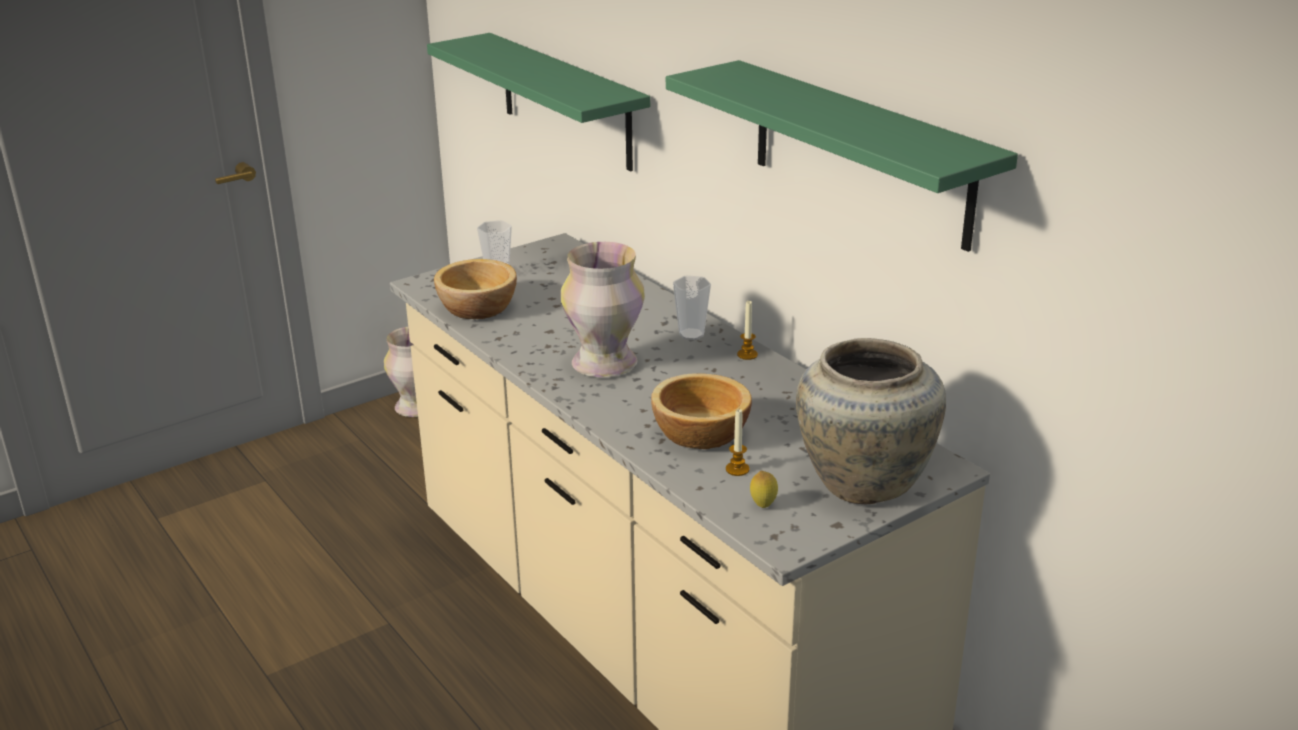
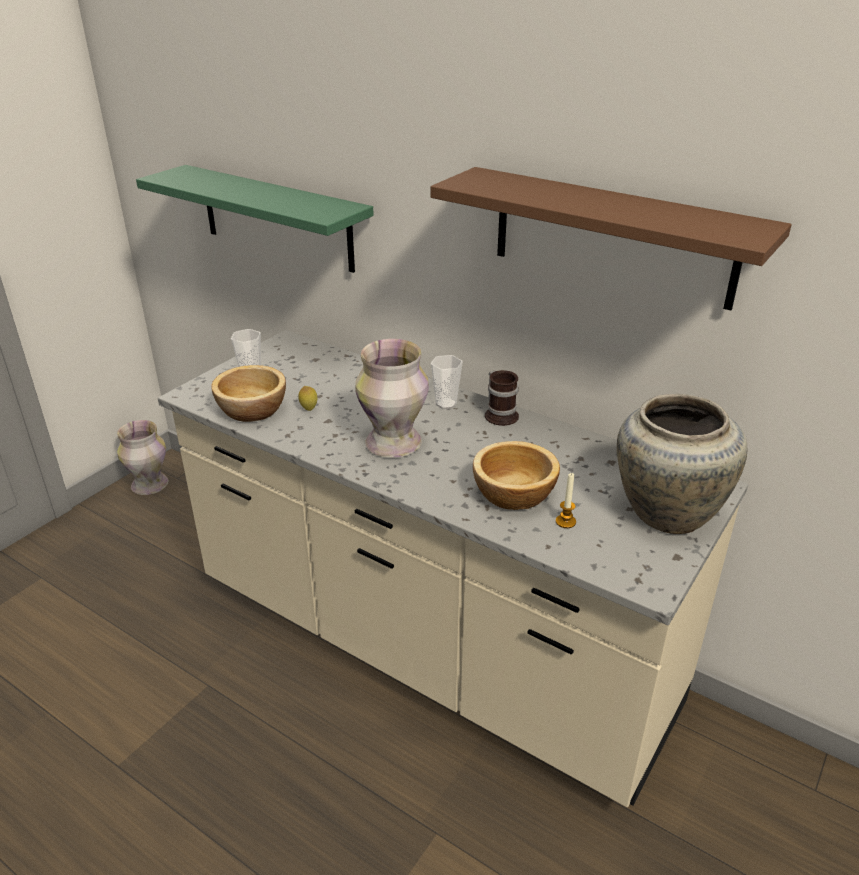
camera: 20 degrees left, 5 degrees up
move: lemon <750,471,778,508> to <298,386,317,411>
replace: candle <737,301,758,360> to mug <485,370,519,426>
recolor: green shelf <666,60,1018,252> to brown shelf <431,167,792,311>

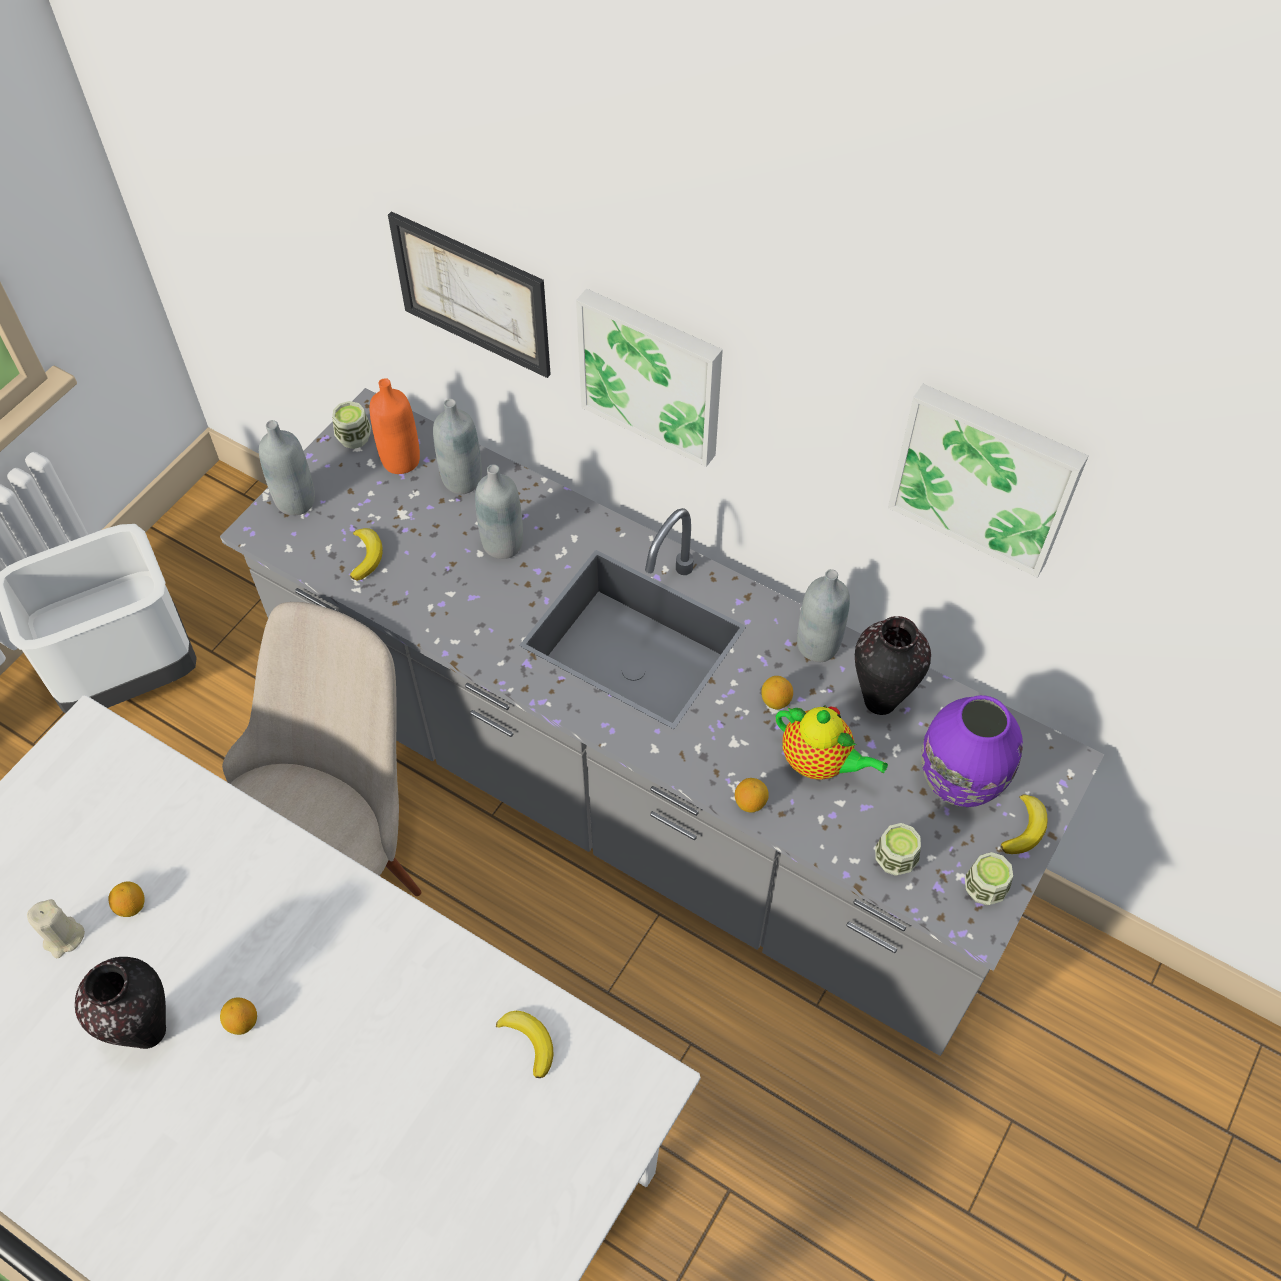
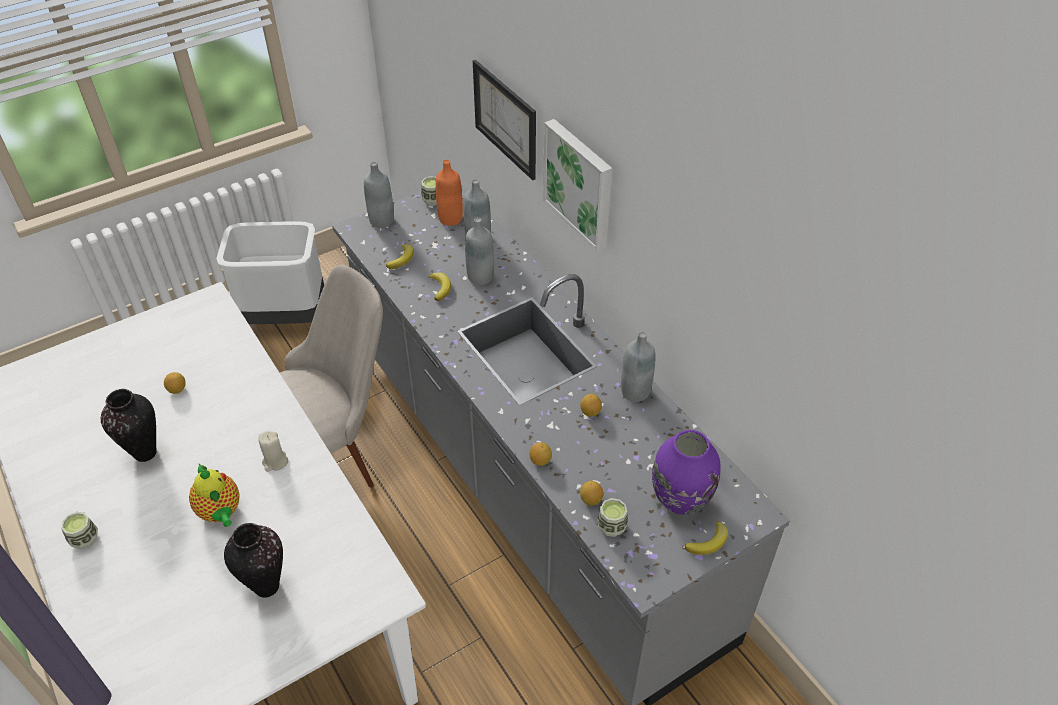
camera: 25 degrees right, 10 degrees down
delete: picture <888,384,1089,578>
move: vase <855,616,931,715> to <224,523,283,598>; teapot <776,705,888,780> to <189,464,240,527>; cup <964,852,1013,905> to <61,512,98,549>; beige candle <27,899,85,958> to <258,431,288,472>; lemon <220,997,257,1035> to <580,481,603,506>; banana <496,1011,553,1078> to <428,272,451,301>

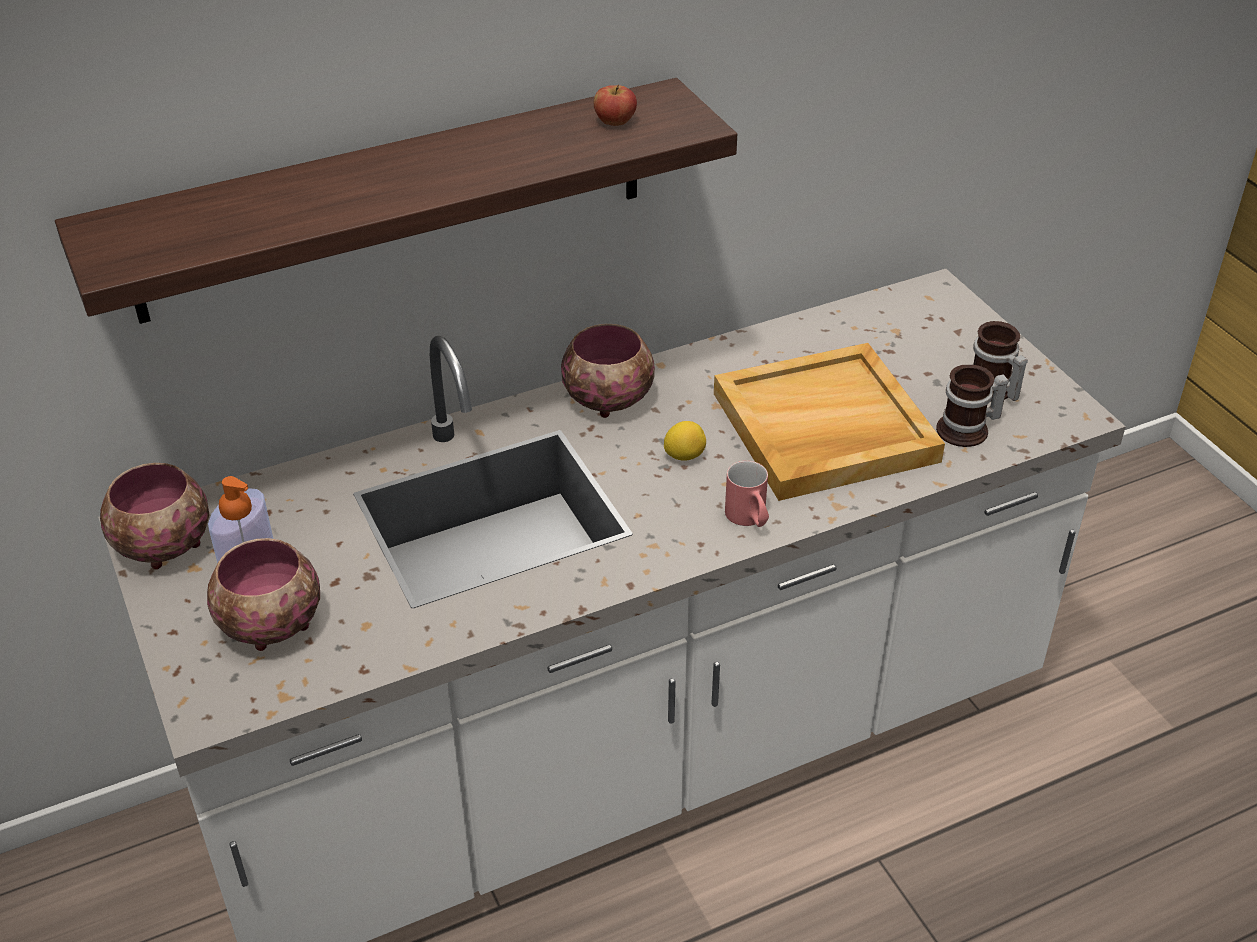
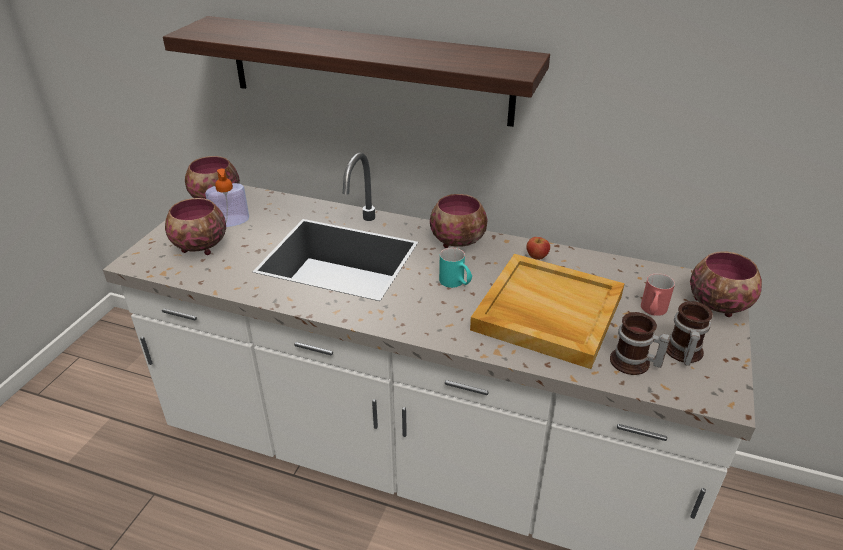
camera: 45 degrees right, 5 degrees down
insert: bowl <690,251,762,317>
move: apple <594,84,637,126> to <526,237,550,260>; red mug <725,461,769,527> to <641,273,675,316>
replace: lemon <664,421,706,461> to turquoise mug <439,248,472,288>

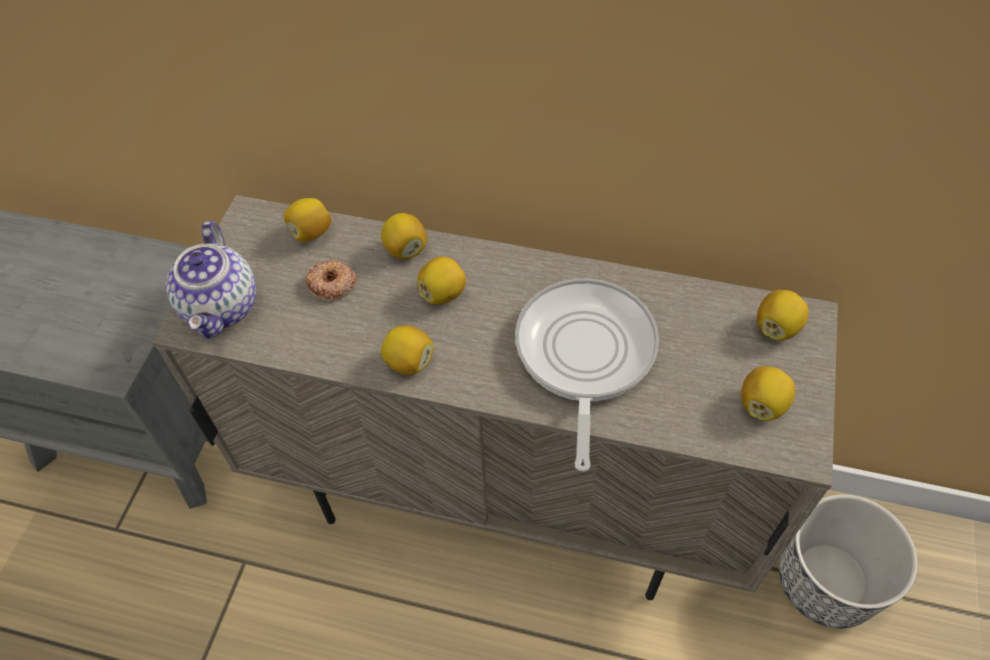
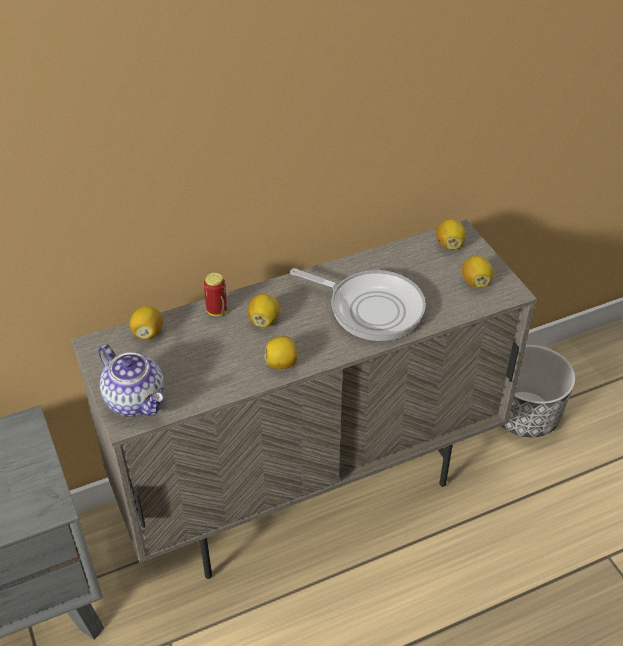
camera: 40 degrees left, 10 degrees down
delete: donut <306,260,356,301>
replace: lemon <381,213,427,259> to can <204,273,227,316>
rotate: frying pan <515,279,659,472> = <290,268,426,341> 150 degrees clockwise

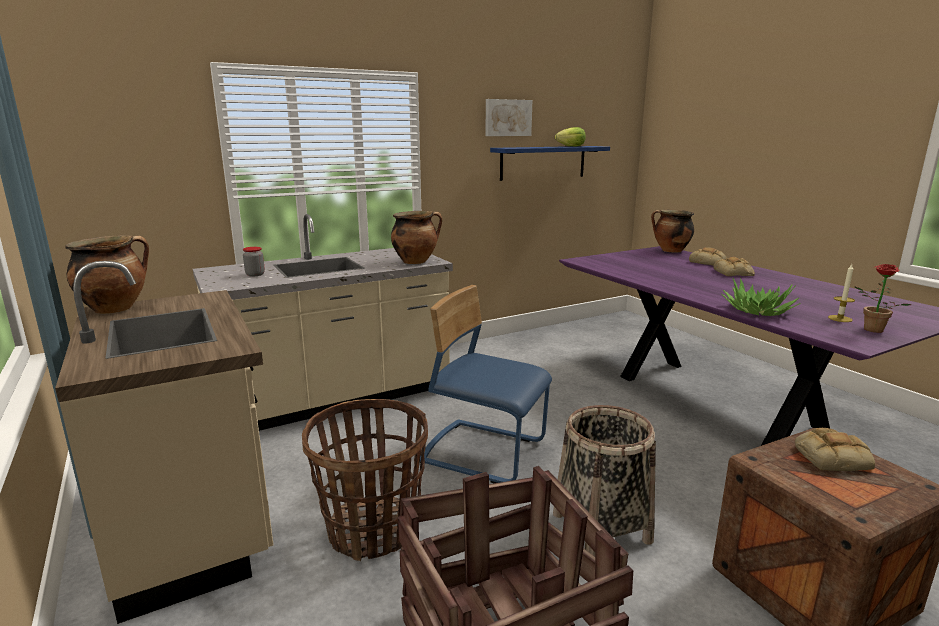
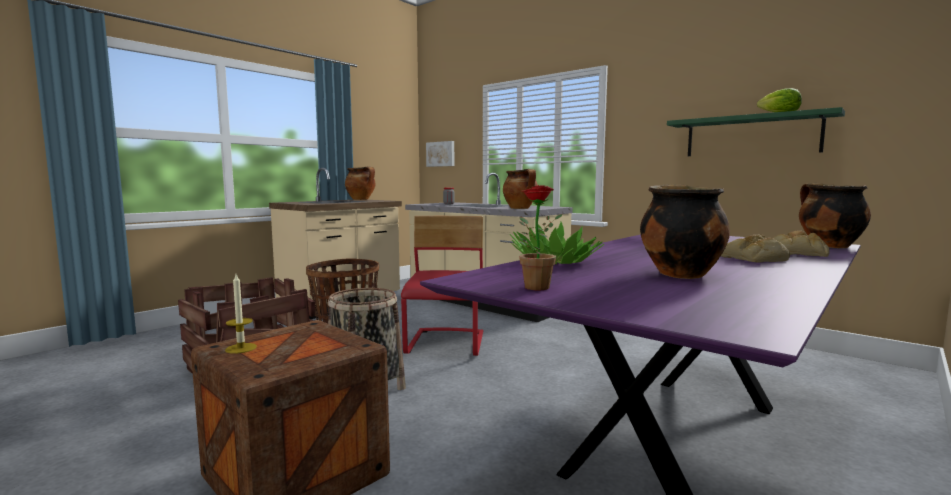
camera: 70 degrees right, 10 degrees down
delete: bread <795,428,875,471>
insert: cooking pot <640,184,730,279>
move: picture <485,99,532,136> to <426,141,454,167>; candle <828,264,855,322> to <225,274,257,354>
recolor: blue shelf <490,146,610,181> to green shelf <667,107,845,156>; blue chair <420,285,552,483> to red chair <401,216,483,356>

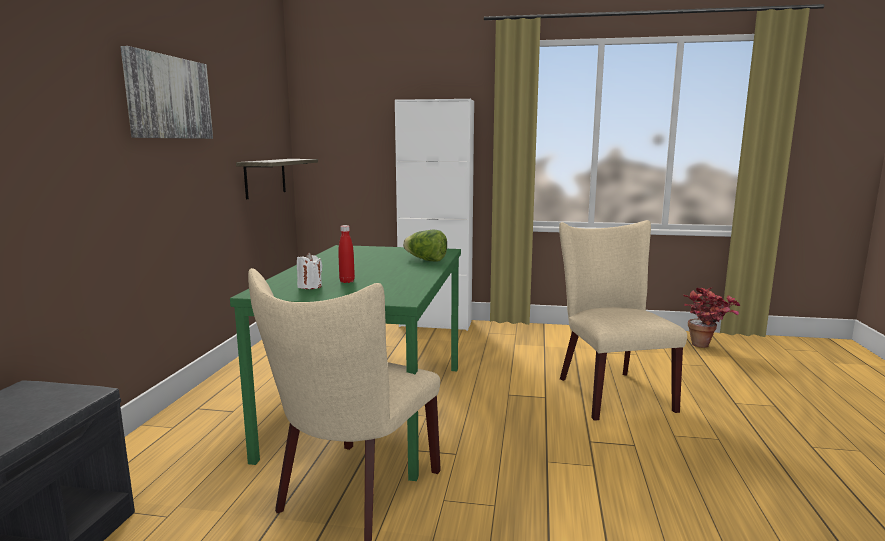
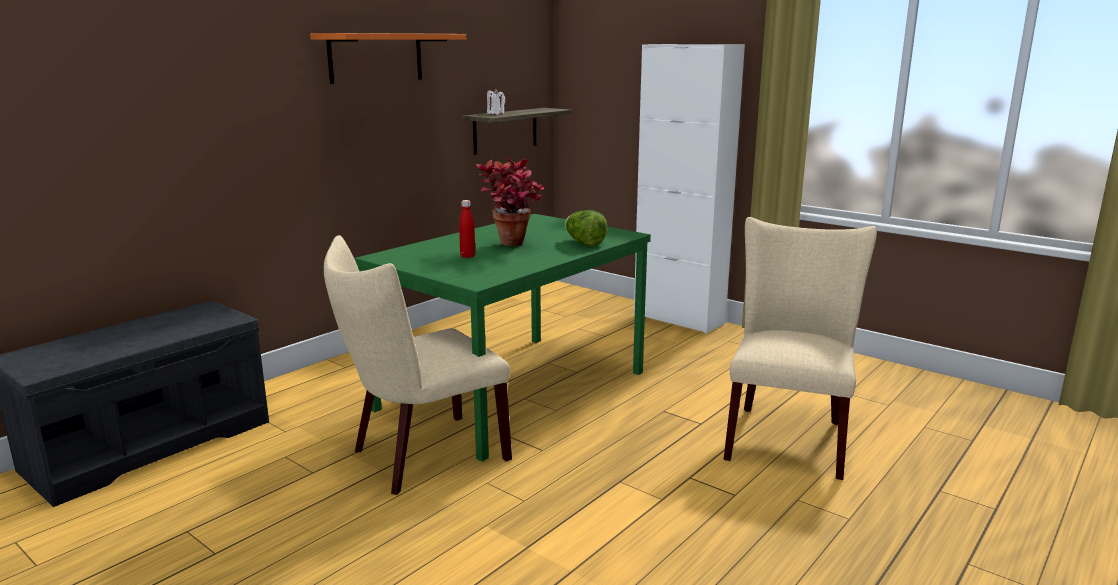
camera: 30 degrees right, 5 degrees up
move: white candle <297,253,322,289> to <487,88,505,114>; potted plant <684,287,740,348> to <476,157,548,246>
replace: picture <120,46,213,139> to orange shelf <310,33,466,84>

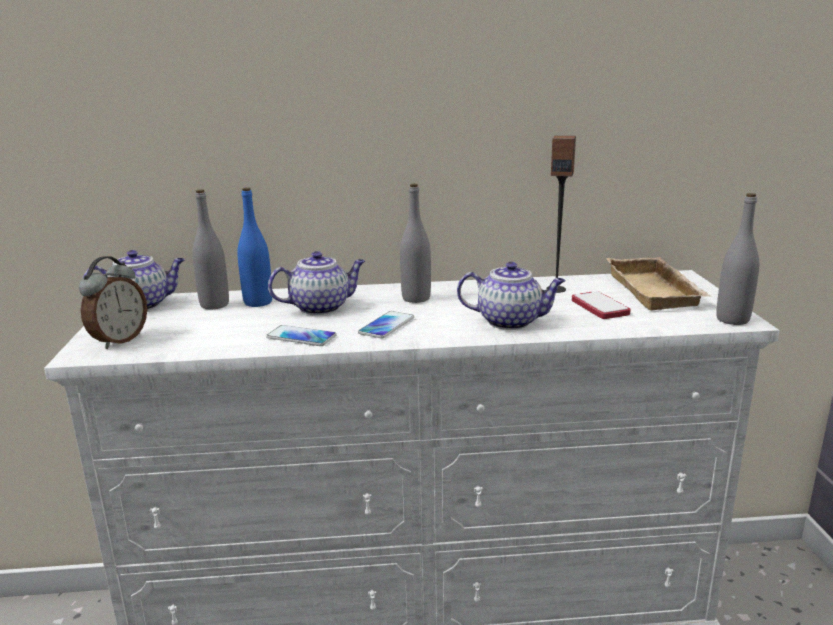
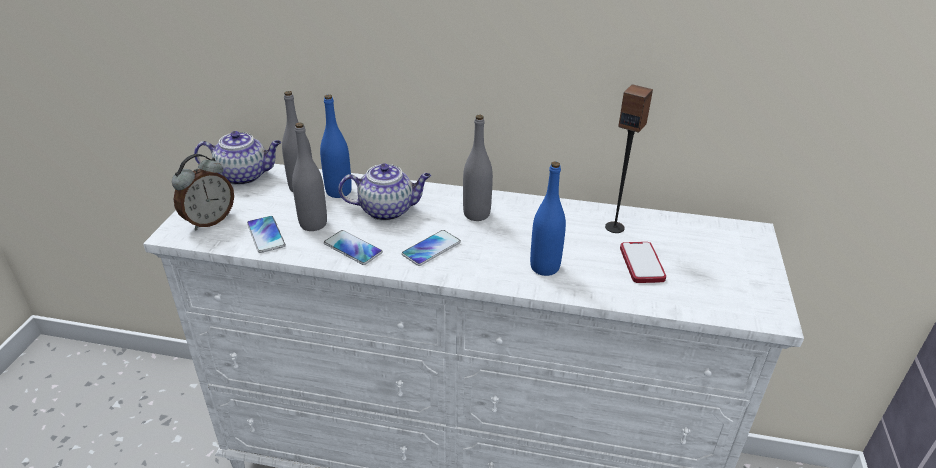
camera: 15 degrees right, 15 degrees up
delete: beige tray <606,257,710,311>
insert: phone <247,216,286,253>
move: grey bottle <716,193,759,325> to <292,122,327,231>
replace: teapot <457,262,566,330> to blue bottle <530,162,566,276>

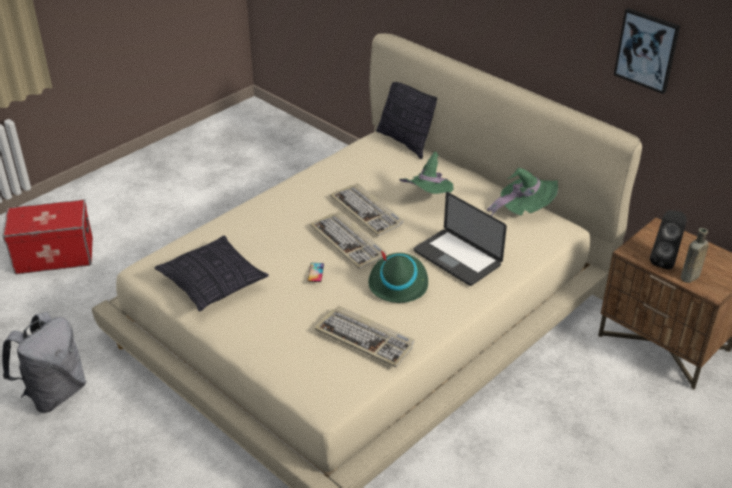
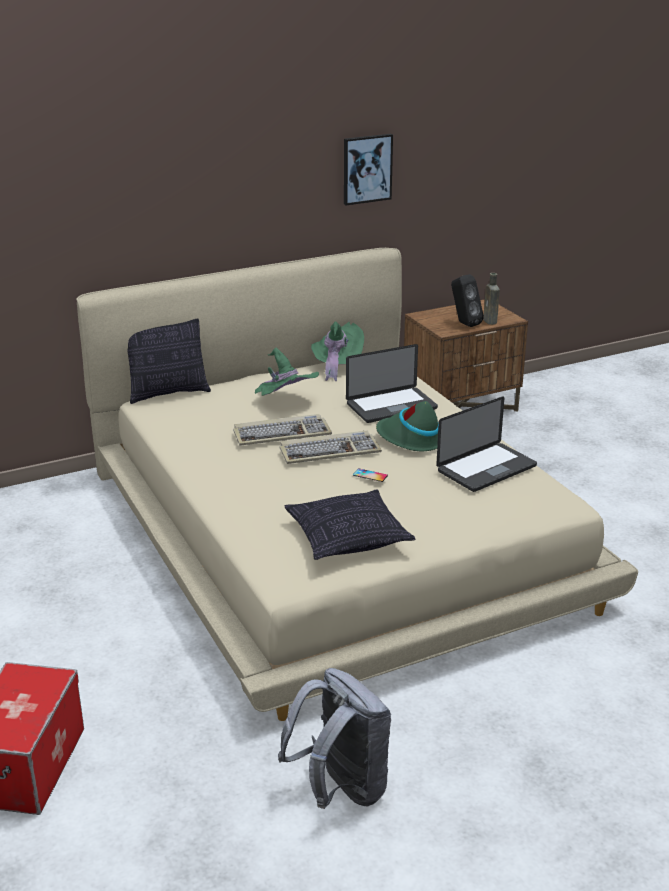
camera: 70 degrees left, 10 degrees down
replace: keyboard <314,306,414,367> to laptop <436,397,537,492>

